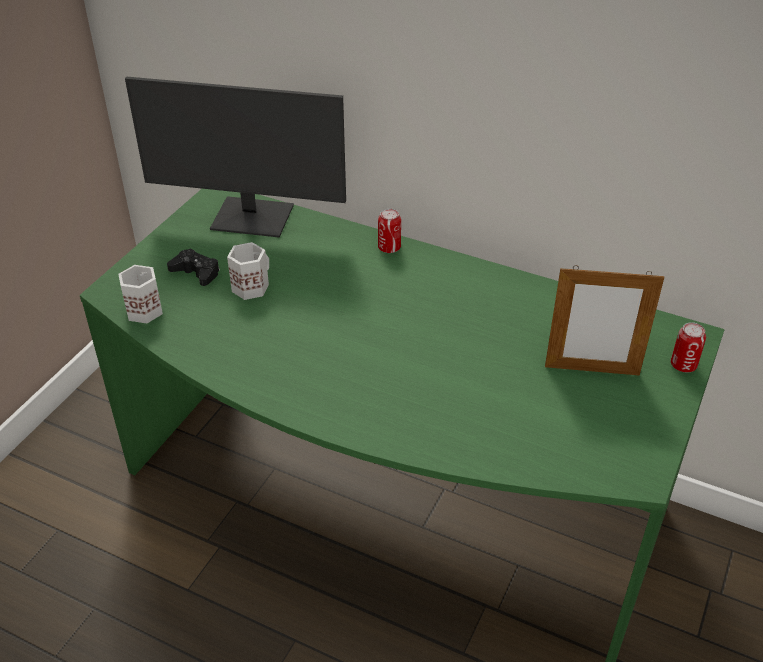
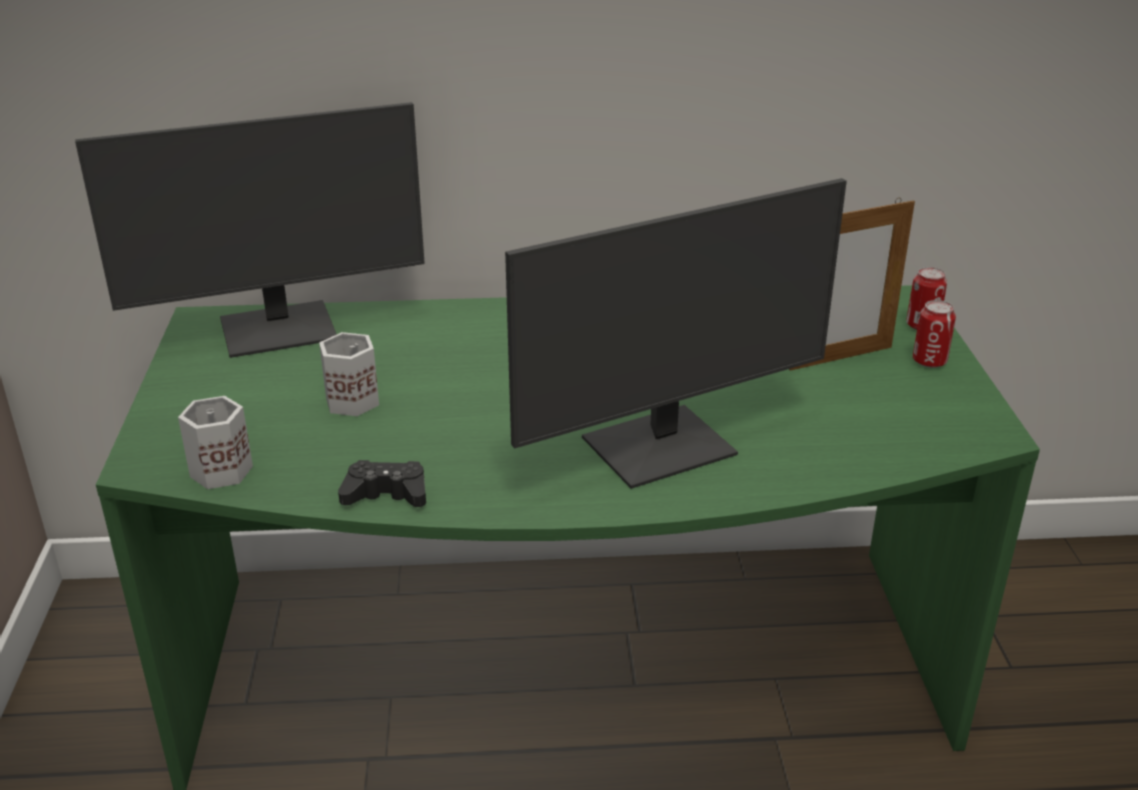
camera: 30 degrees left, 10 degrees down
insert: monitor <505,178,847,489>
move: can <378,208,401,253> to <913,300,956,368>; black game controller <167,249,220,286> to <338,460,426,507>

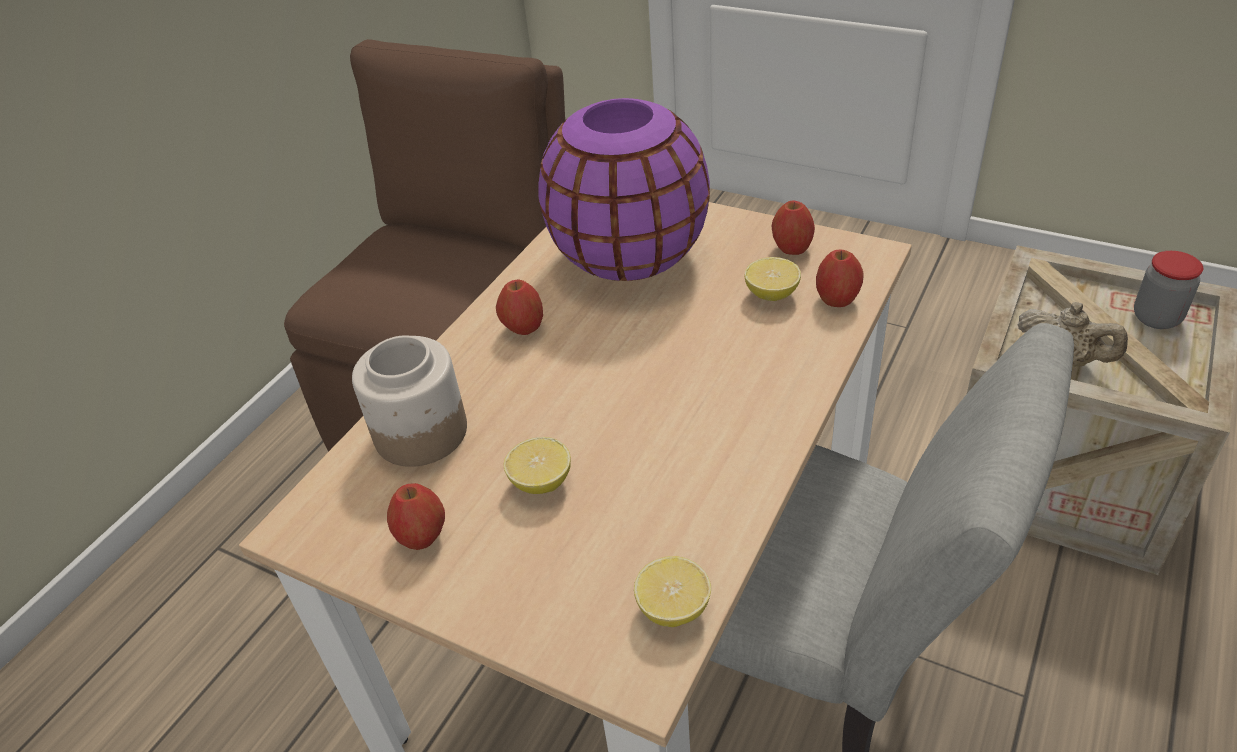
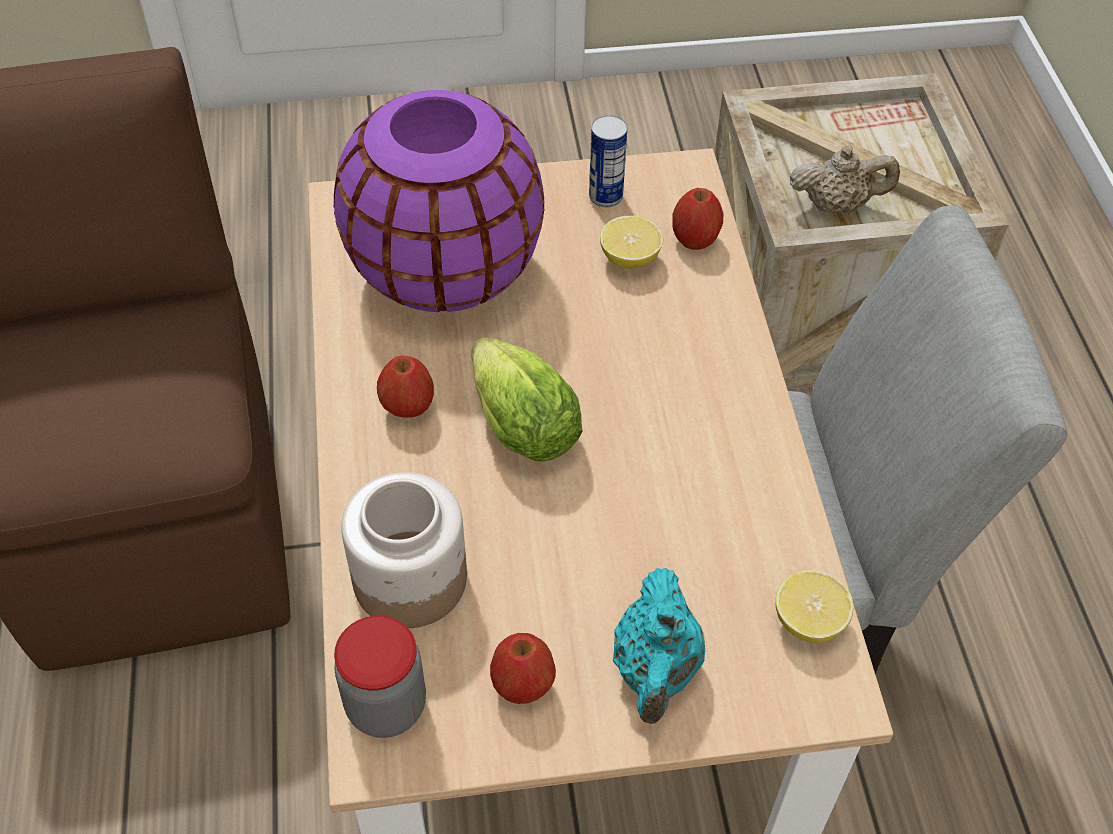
camera: 40 degrees left, 10 degrees up
delete: lemon <503,437,571,494>
insert: lettuce <470,337,583,461>; turquoise teapot <613,567,705,724>
move: jar <1134,251,1203,329> to <334,616,426,738>
replace: apple <771,200,815,255> to can <589,115,627,207>

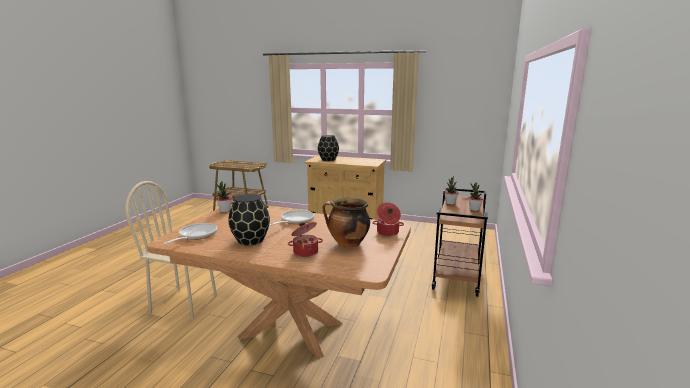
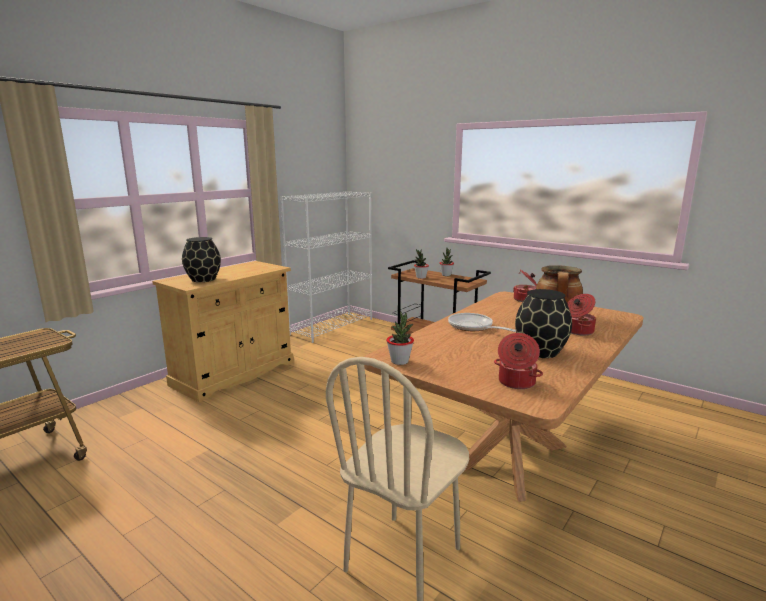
camera: 70 degrees left, 0 degrees up
insert: white bookcase <280,191,372,343>
replace: frying pan <163,223,217,245> to cooking pot <494,333,543,389>

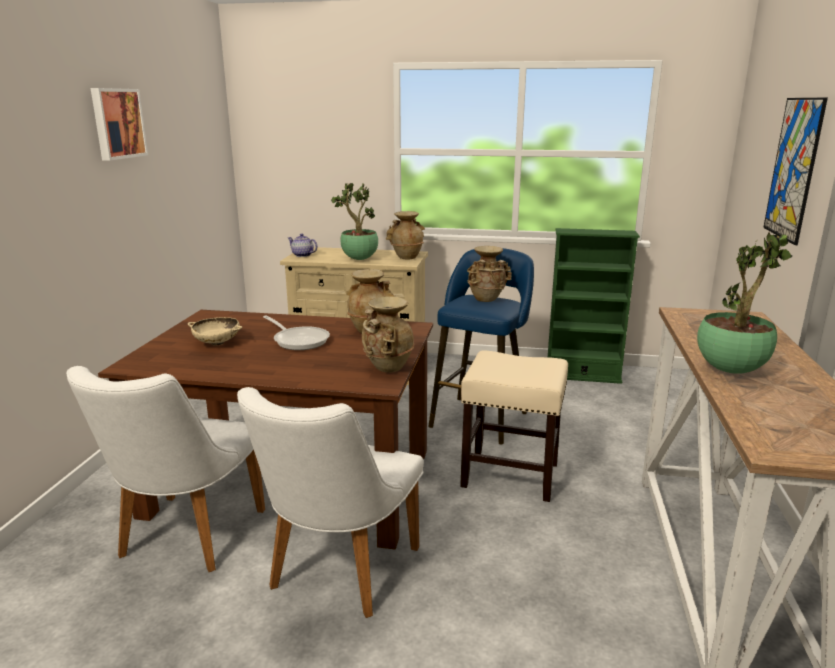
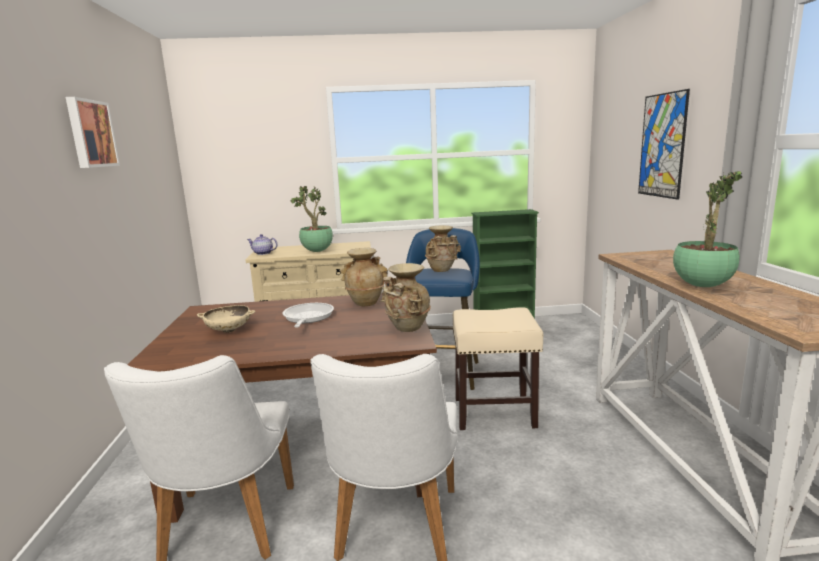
camera: 15 degrees left, 5 degrees down
delete: beige vase <386,211,425,259>
rotate: frying pan <263,315,330,350> = <283,303,334,328> 120 degrees counterclockwise

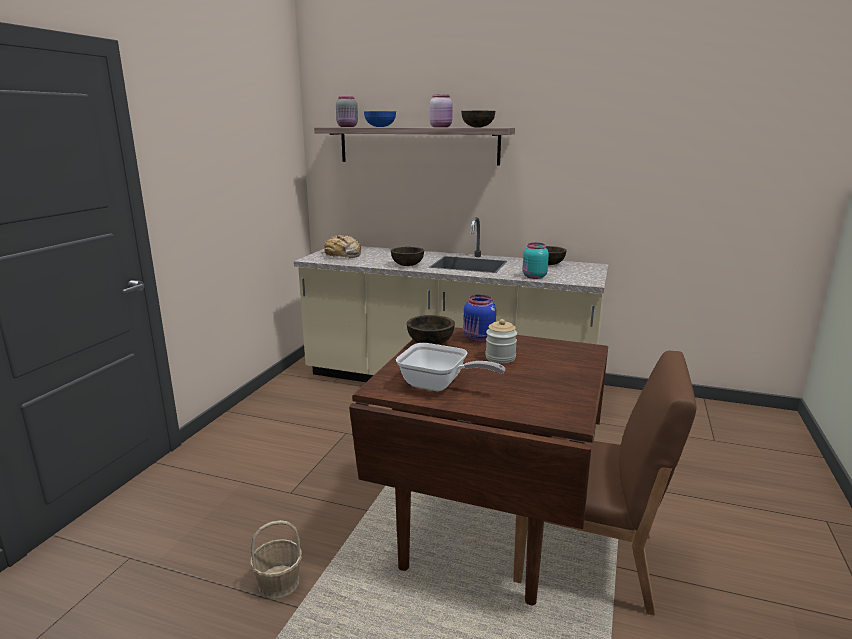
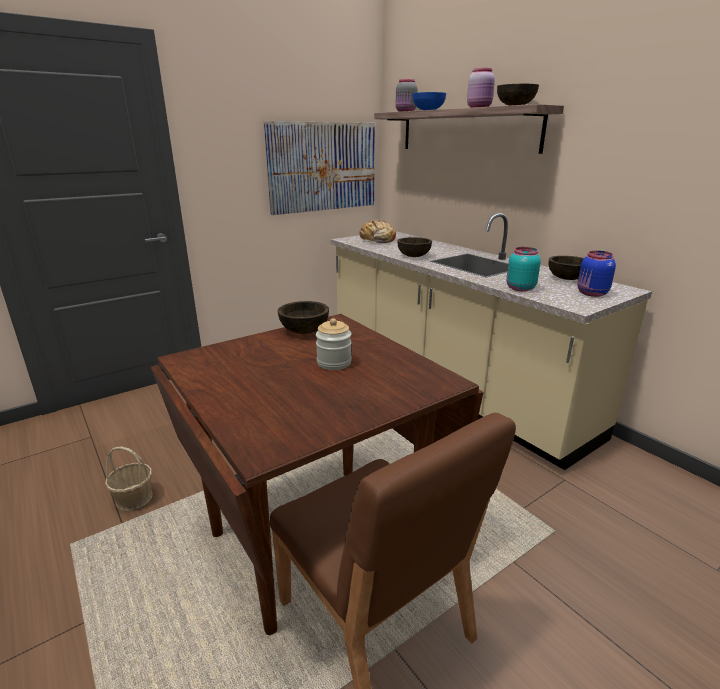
camera: 35 degrees right, 5 degrees up
delete: frying pan <396,343,505,391>
insert: picture <263,121,375,215>
move: blue jar <463,295,496,342> to <577,251,616,297>

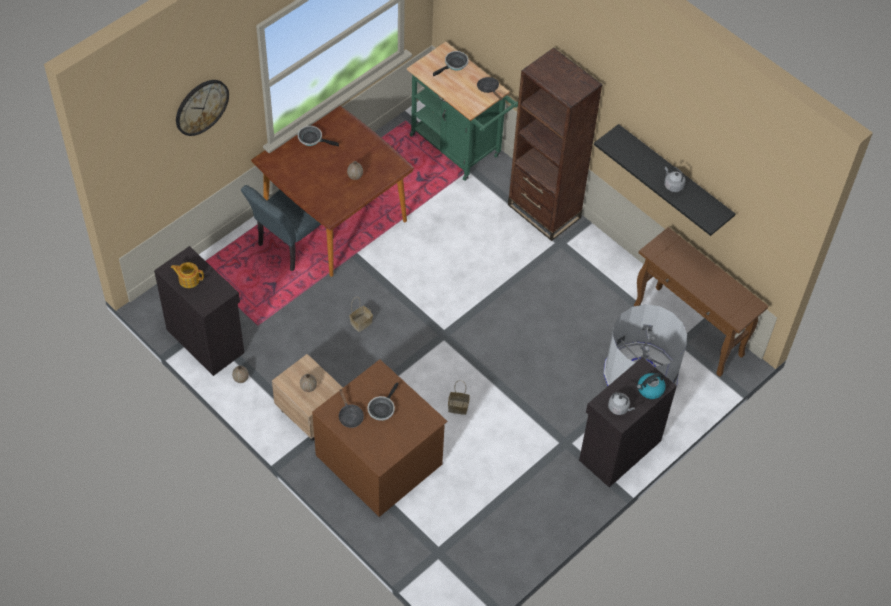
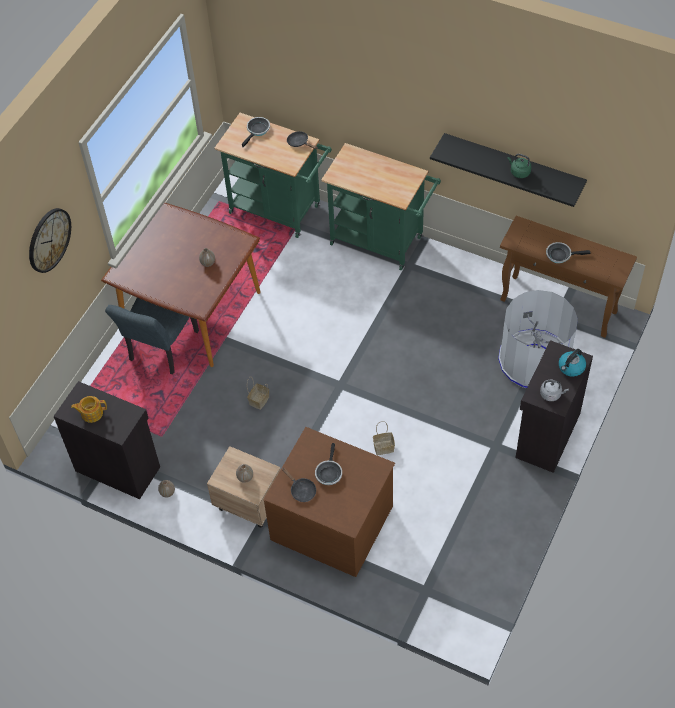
camera: 15 degrees left, 0 degrees up
move: frying pan <298,126,339,146> to <546,242,591,263>
replace: brown bookcase <508,48,603,241> to green cart <321,143,441,270>
recolor: grey kettle <664,167,686,192> to green kettle <507,154,531,178>

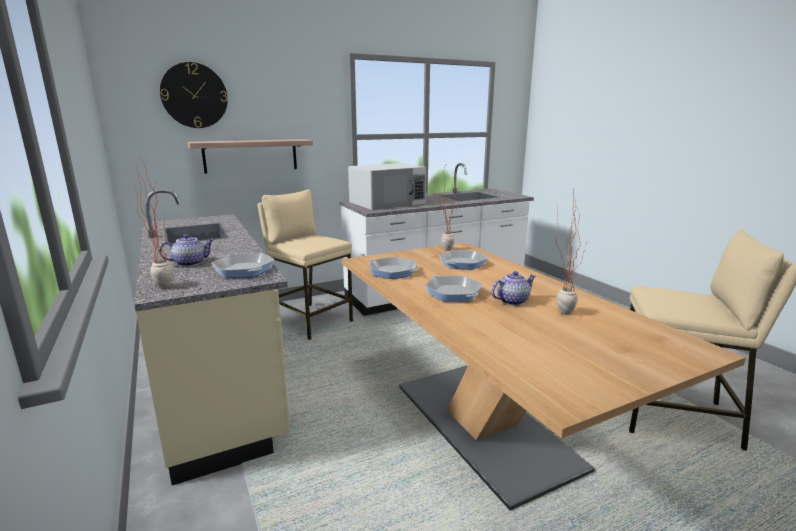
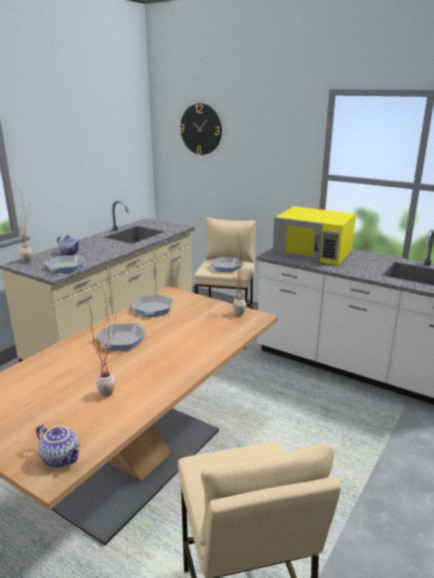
camera: 60 degrees right, 5 degrees up
delete: shelf <188,139,313,174>
move: frying pan <439,250,488,270> to <208,257,245,272>; teapot <491,271,536,305> to <36,425,81,468>
recolor: white microwave <348,163,426,210> to yellow microwave <273,206,356,265>

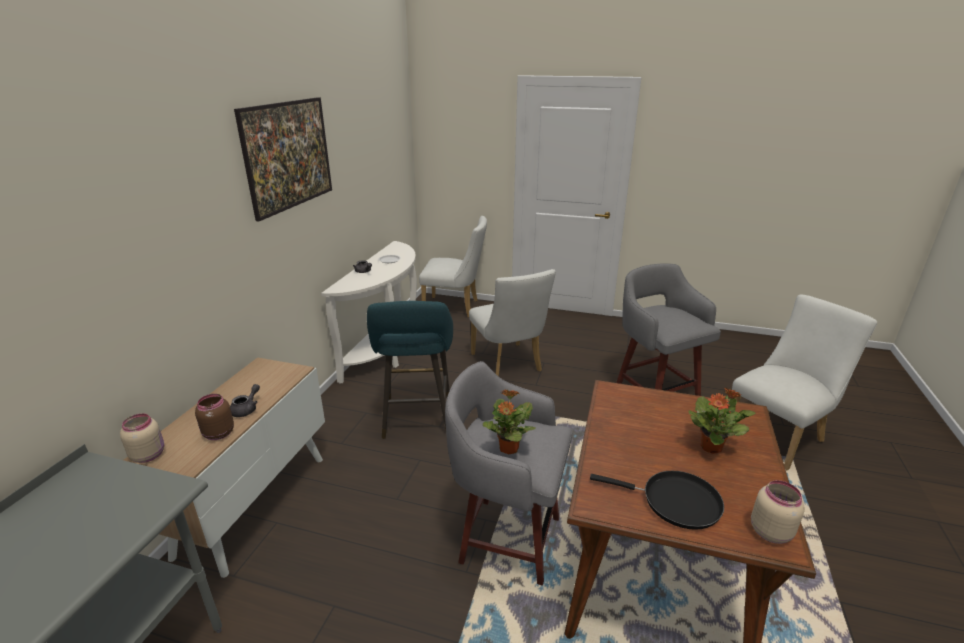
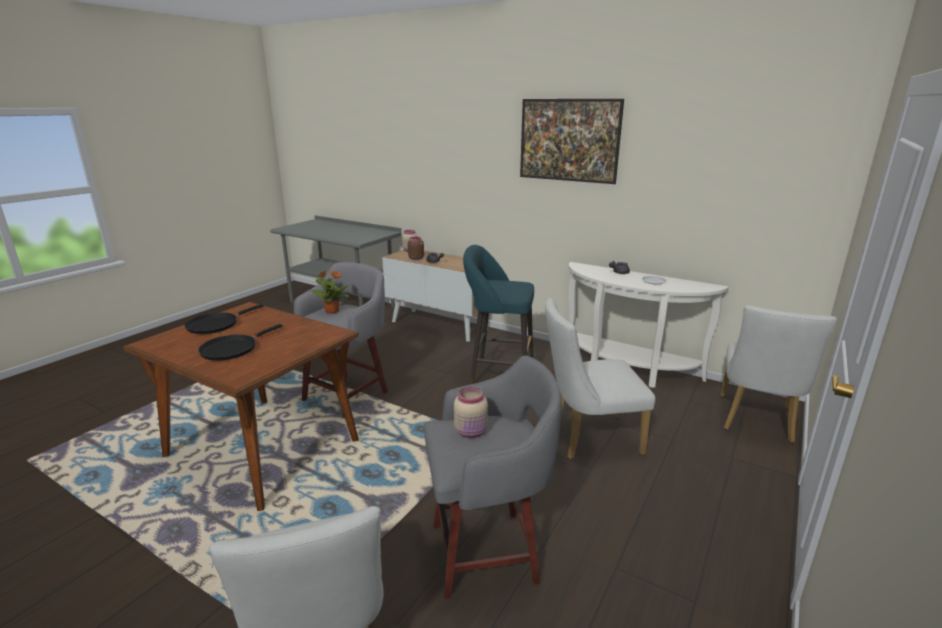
camera: 105 degrees right, 5 degrees down
move: beige jar <751,480,805,544> to <454,387,488,438>
replace: potted plant <688,387,756,454> to black frying pan <198,324,282,361>

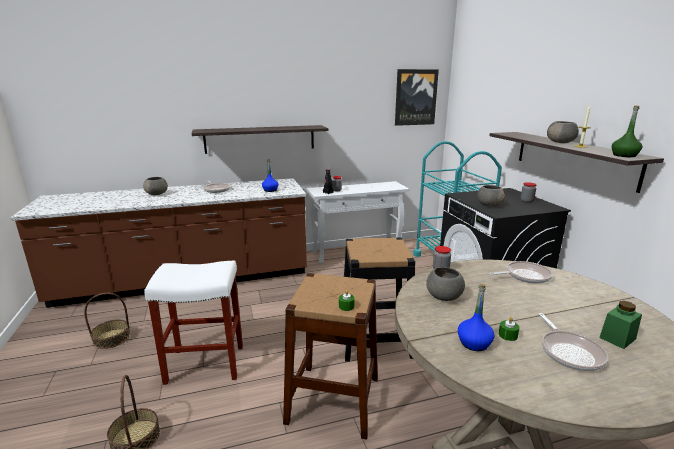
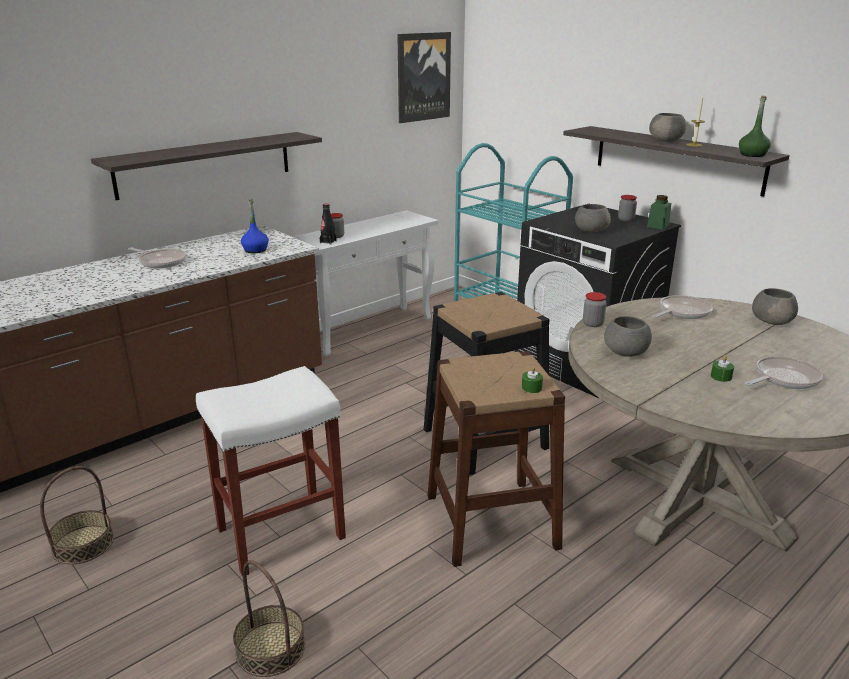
camera: 25 degrees left, 5 degrees up
delete: blue bottle <458,284,495,351>
move: grey bowl <143,177,168,195> to <752,288,798,325>; green jar <599,301,642,349> to <647,195,671,229>
rotate: frying pan <539,313,609,371> = <745,356,823,389> 90 degrees counterclockwise

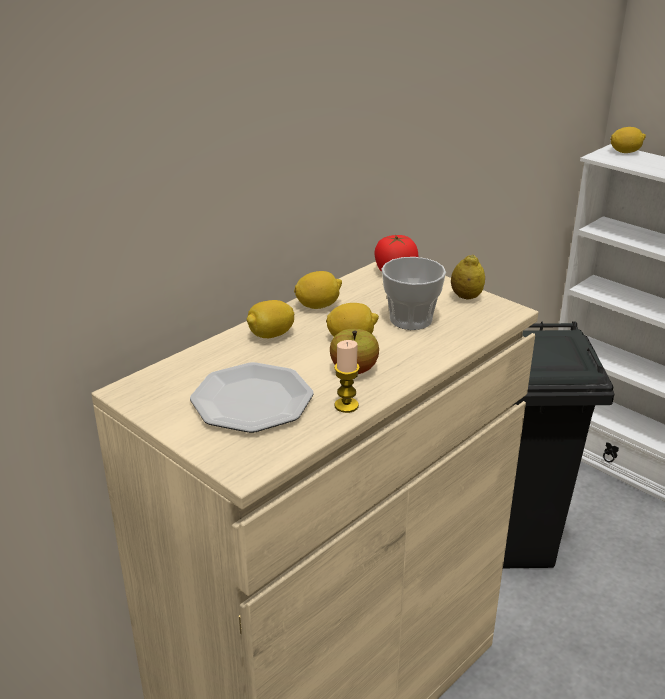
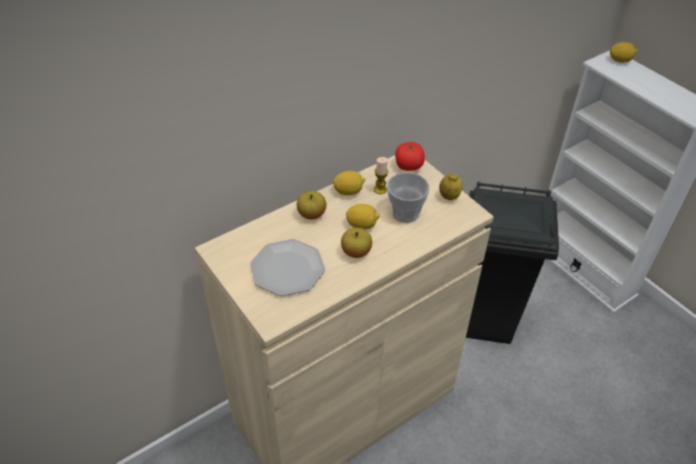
camera: 10 degrees right, 15 degrees up
move: candle <334,340,360,413> to <374,157,388,194>
replace: lemon <247,300,294,338> to apple <297,191,326,219>

